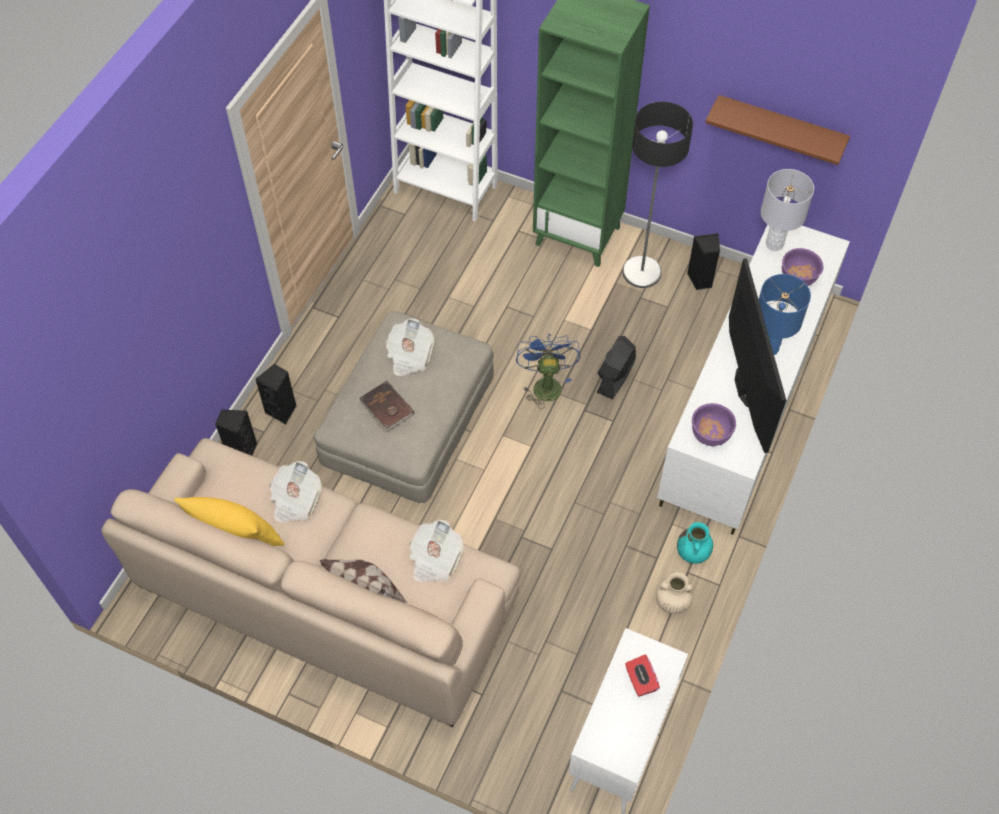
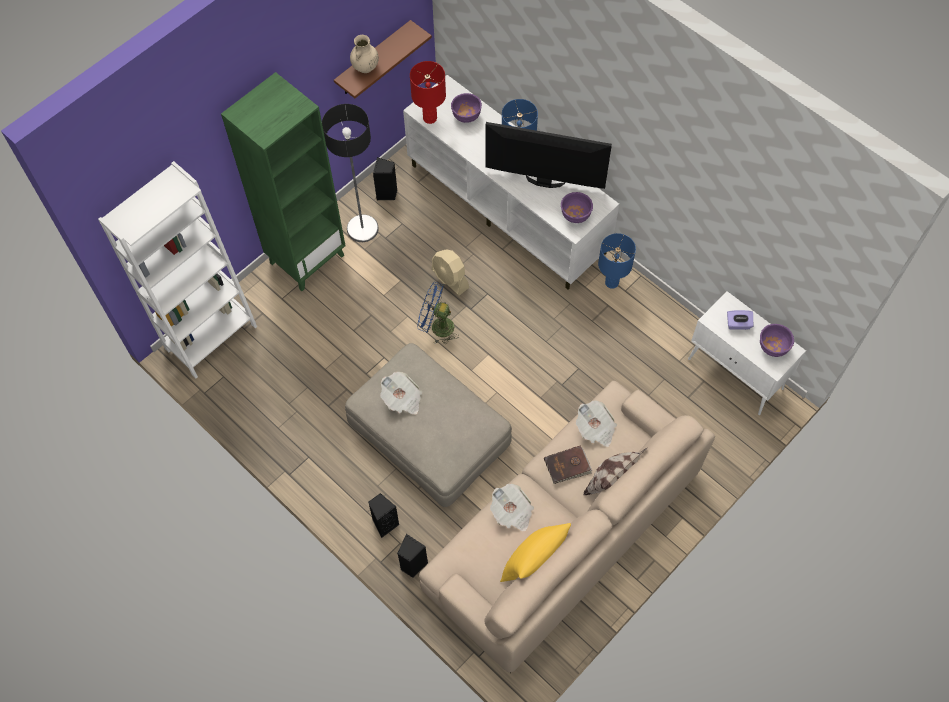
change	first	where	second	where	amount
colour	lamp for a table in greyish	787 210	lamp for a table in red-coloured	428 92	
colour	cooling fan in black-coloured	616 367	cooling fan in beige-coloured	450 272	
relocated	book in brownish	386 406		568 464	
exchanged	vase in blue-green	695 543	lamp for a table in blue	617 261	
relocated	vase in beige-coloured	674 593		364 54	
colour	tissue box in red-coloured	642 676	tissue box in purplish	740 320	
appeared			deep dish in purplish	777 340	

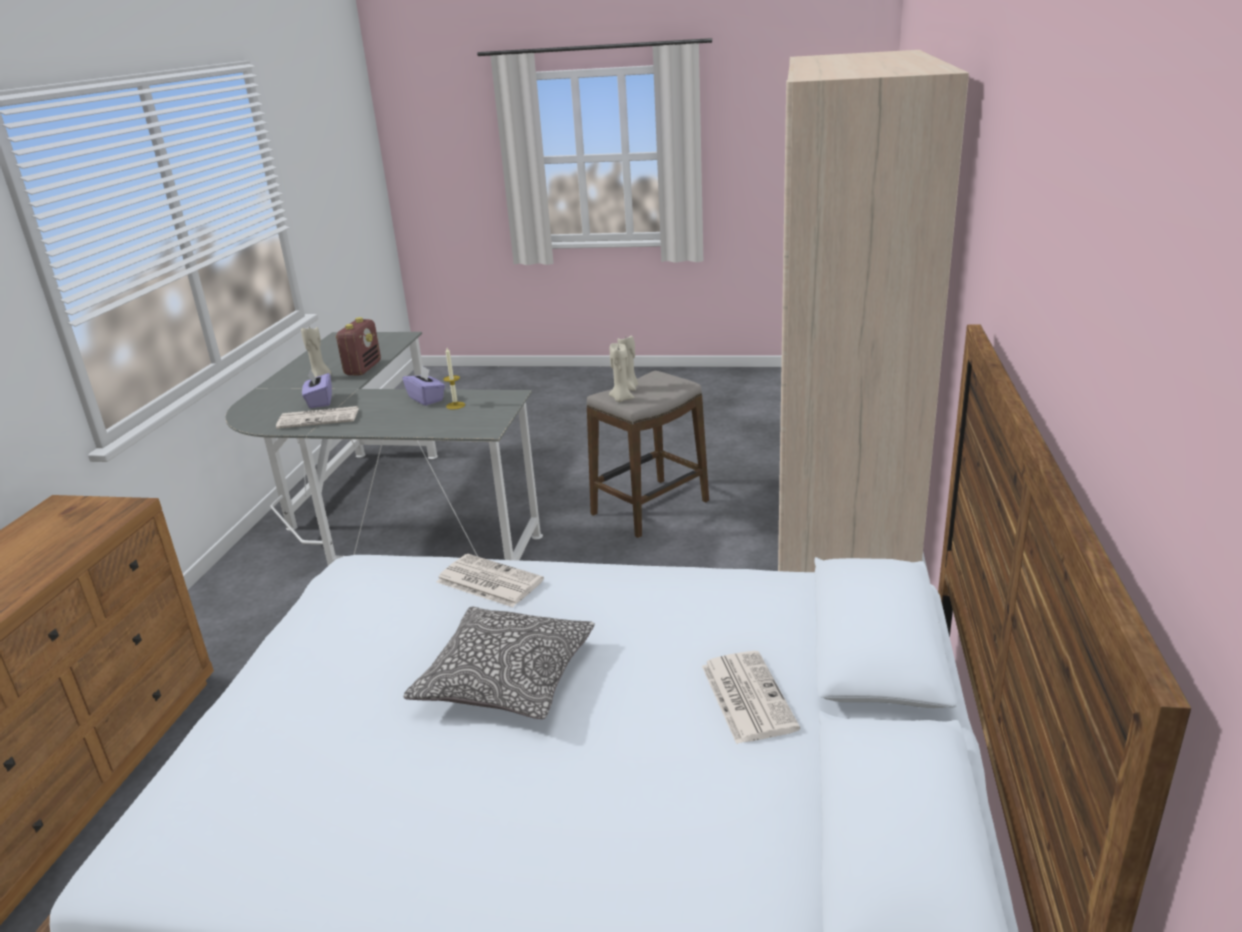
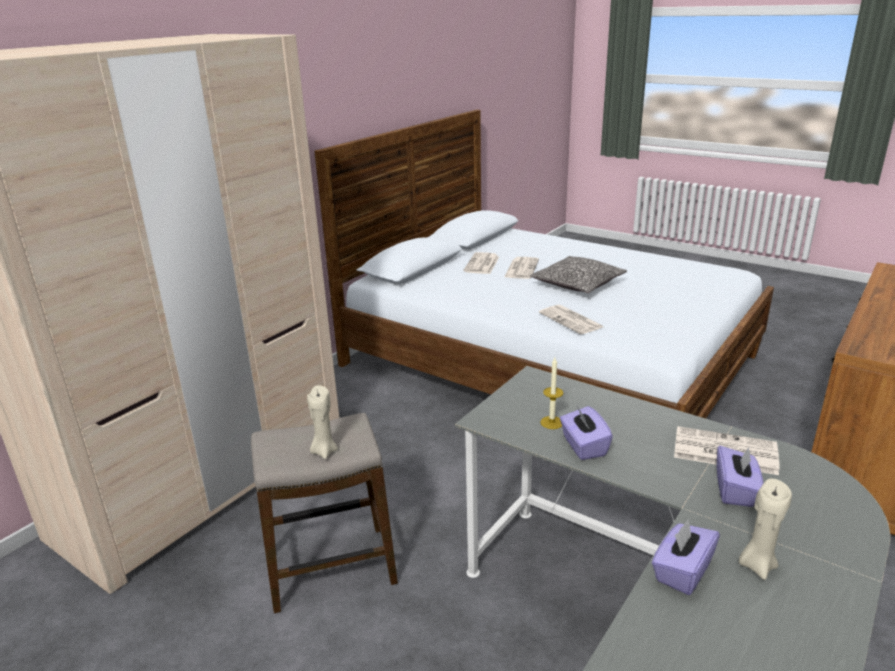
change	first	where	second	where	amount
exchanged	radio receiver	358 346	tissue box in purplish	686 557	
missing	candle in beige-coloured	622 372			
appeared			daily paper	521 268	

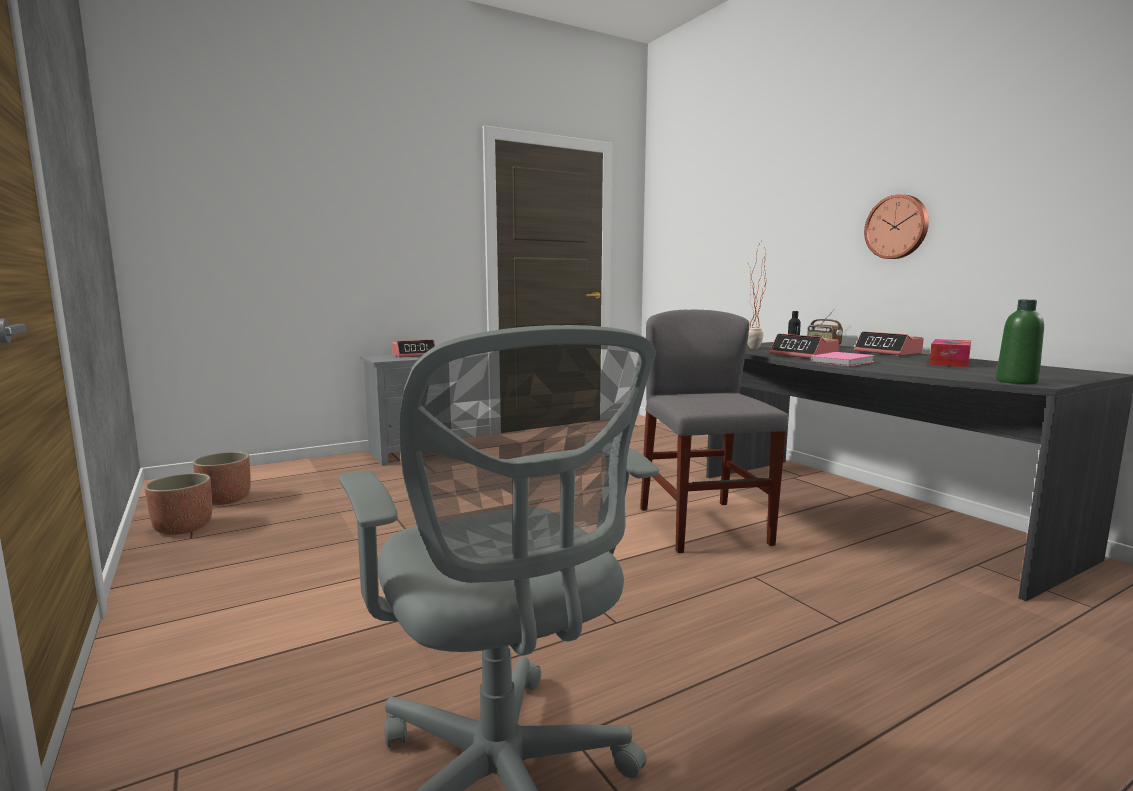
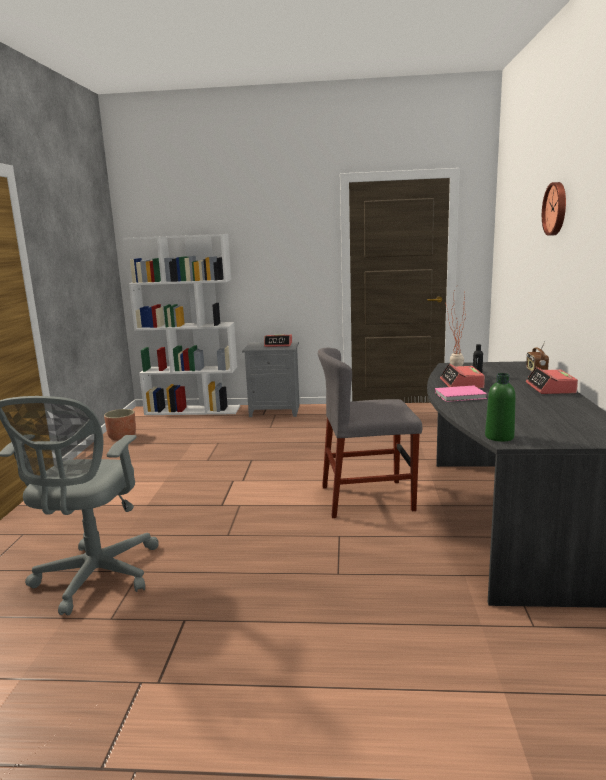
change	first	where	second	where	amount
relocated	wall clock	896 226		554 209	
spun	plain chair in greyish	714 431		370 433	120 degrees counterclockwise
missing	tissue box	950 353			
missing	plant pot	222 478			
appeared			shelving unit in white-coloured	182 324	

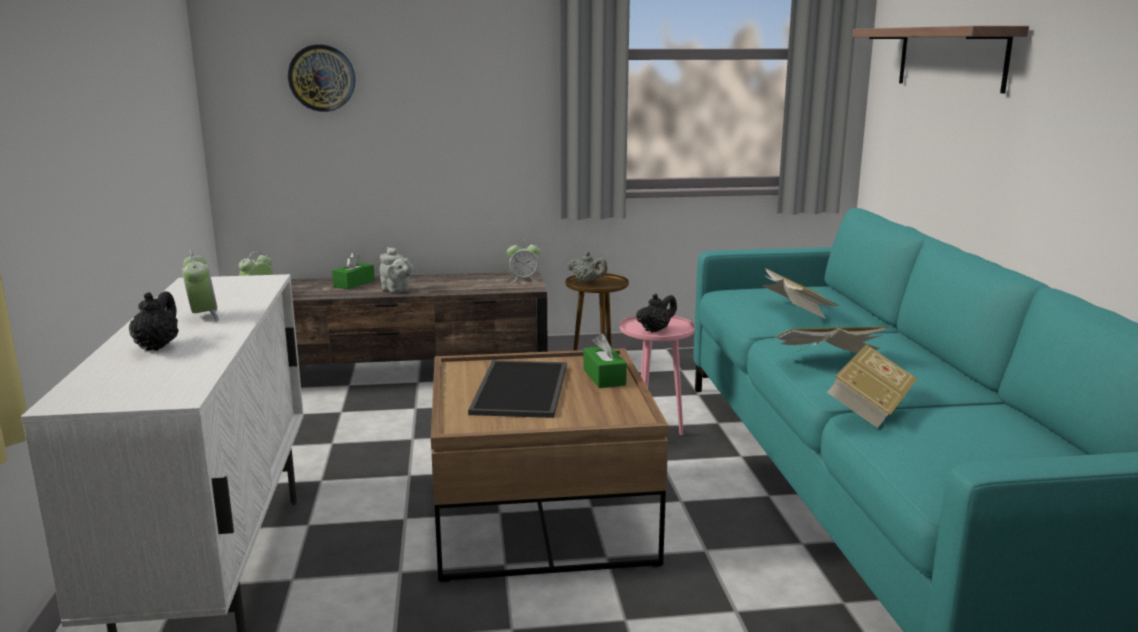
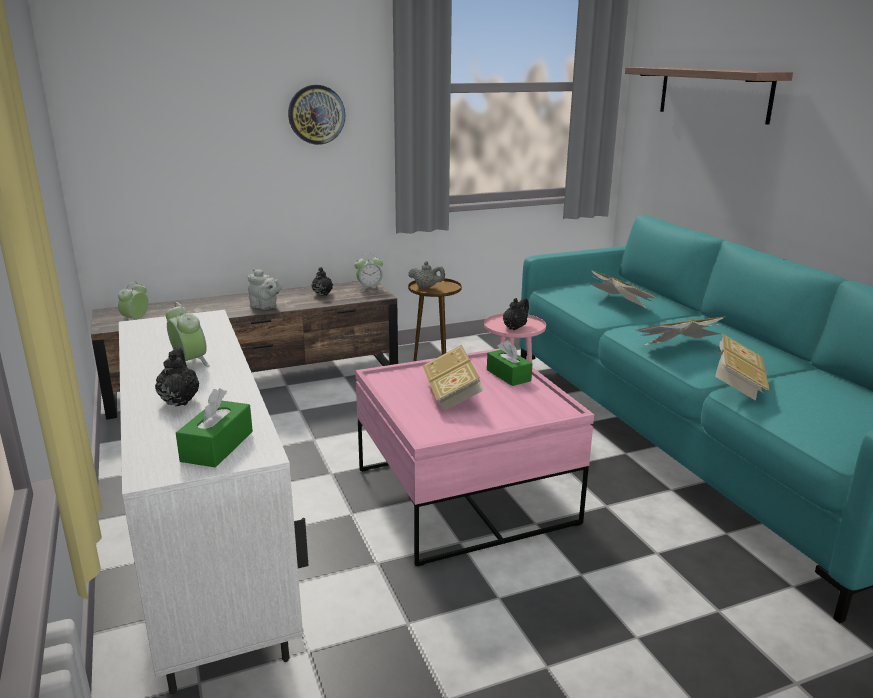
change	first	where	second	where	amount
relocated	wall clock	321 78		316 115	
relocated	tissue box in green	353 270		214 428	
colour	lounge table in brownish	550 465	lounge table in pink	474 458	
exchanged	tray	517 389	book	454 378	
appeared			teapot in black-coloured	322 281	

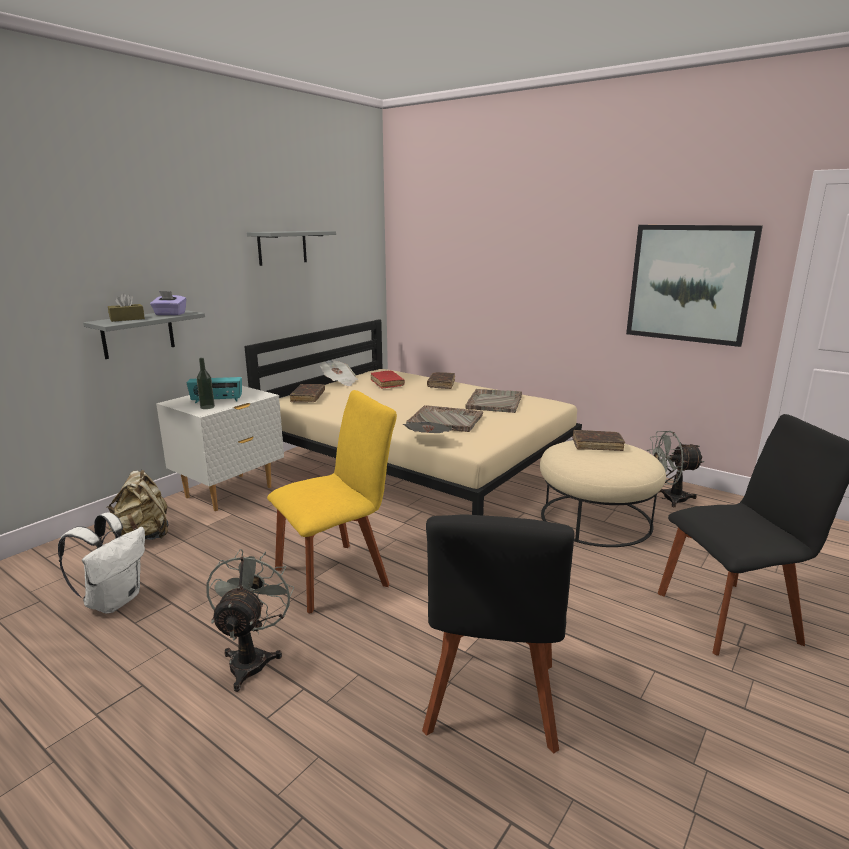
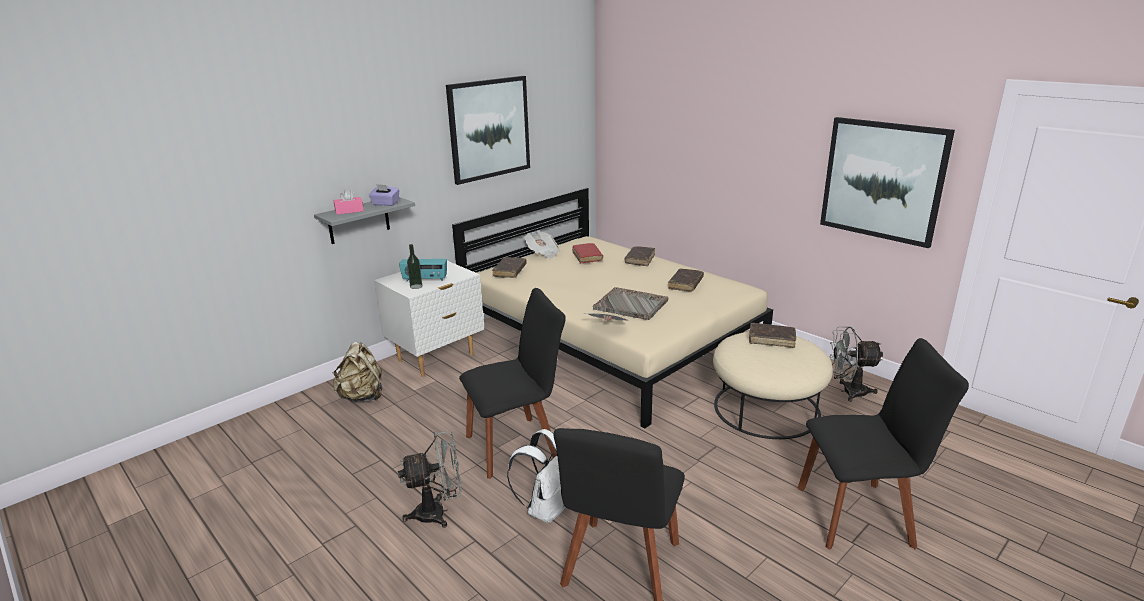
change	first	where	second	where	amount
exchanged	shelf in greyish	291 248	wall art	488 130	
colour	tissue box in brownish	126 307	tissue box in pink	349 202	
exchanged	tray in greyish	493 401	book in brownish	686 280	
colour	plain chair in yellow-coloured	332 501	plain chair in black-coloured	512 383	
relocated	knapsack in white-coloured	101 563		536 476	
spun	cooling fan in greyish	250 620		430 479	60 degrees clockwise

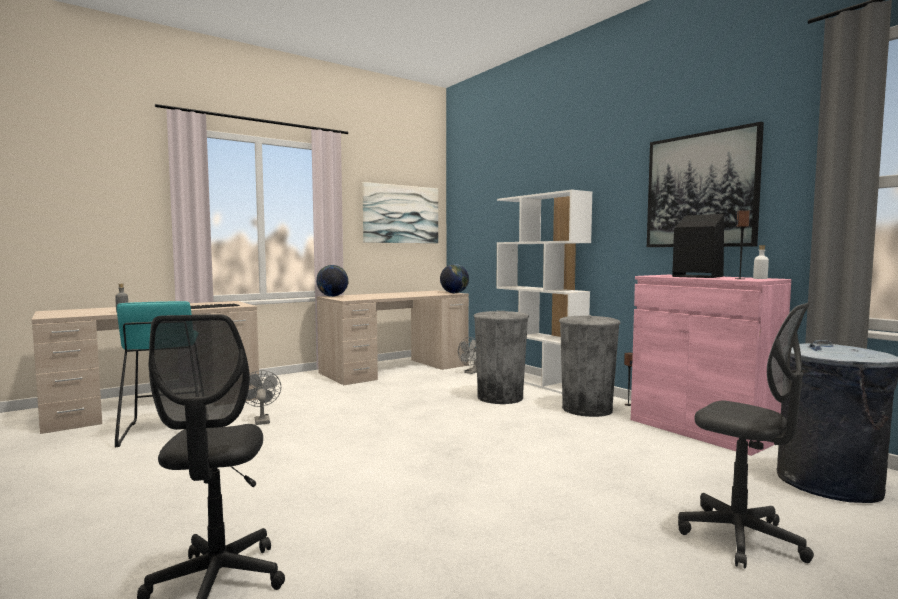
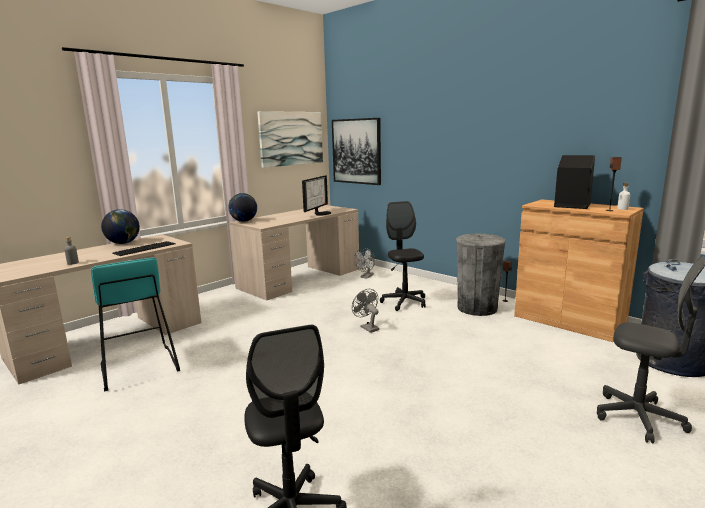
change	first	where	second	where	amount
relocated	wall art	705 184		356 151	
missing	shelving unit in white-coloured	544 292			
relocated	globe	454 278		120 226	
colour	storage cabinet in pink	711 365	storage cabinet in brownish	579 270	
exchanged	waste bin in greyish	501 357	computer chair in black-coloured	403 256	
relocated	cooling fan in greyish	263 397		365 311	
appeared			computer screen	316 195	

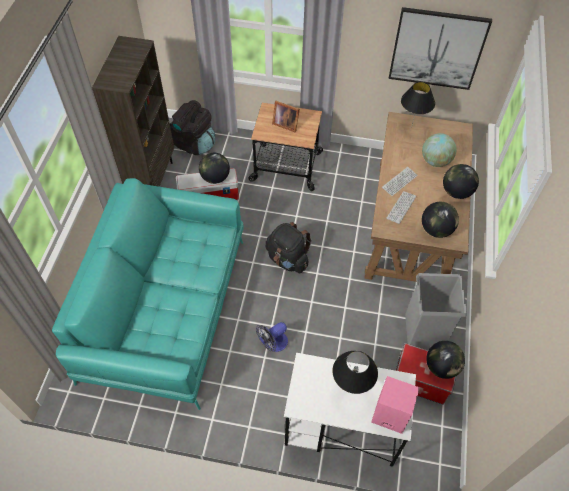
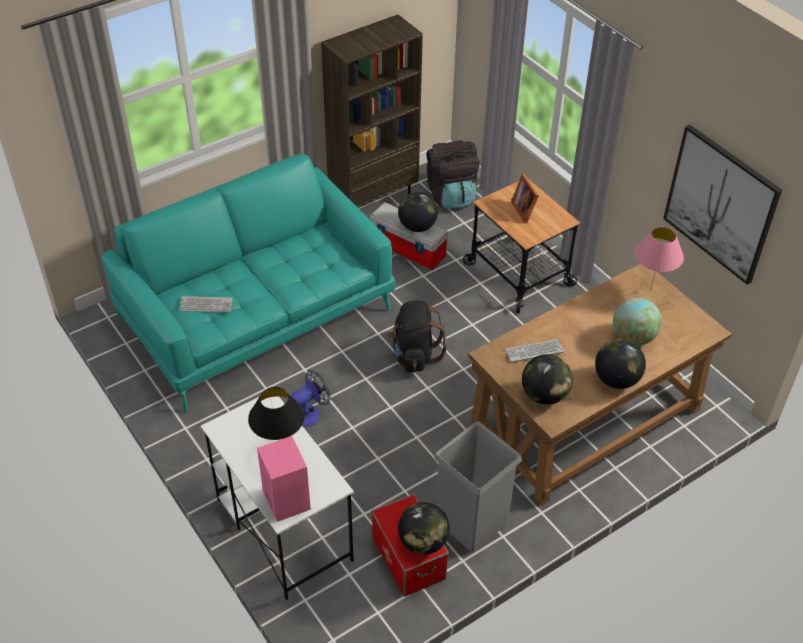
change	first	where	second	where	amount
colour	lamp for a table in black-coloured	418 105	lamp for a table in pink	659 259	
relocated	computer keyboard	400 181		206 304	
spun	cooling fan	272 337		311 398	135 degrees clockwise

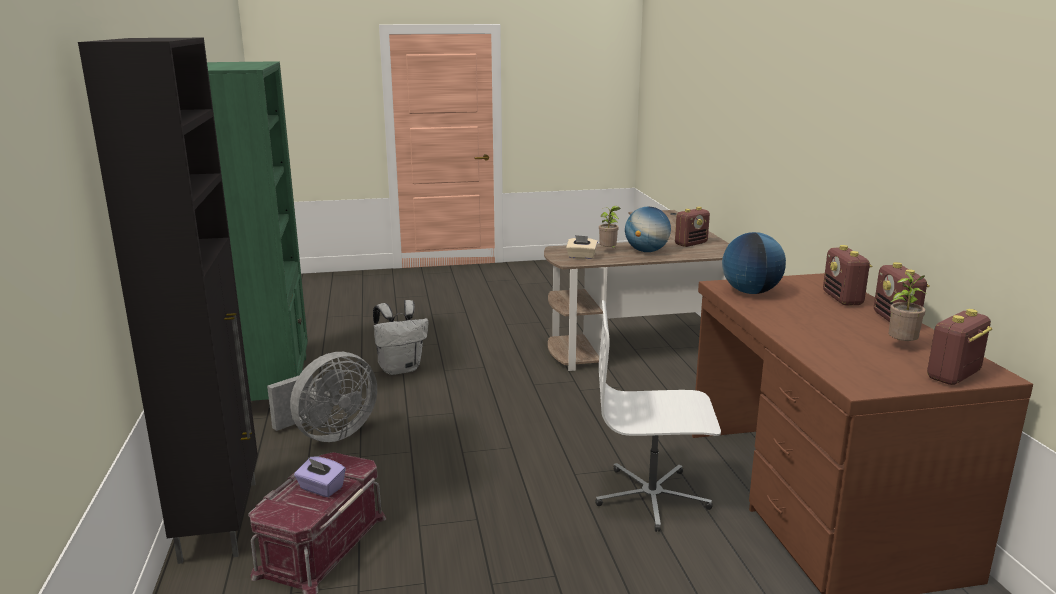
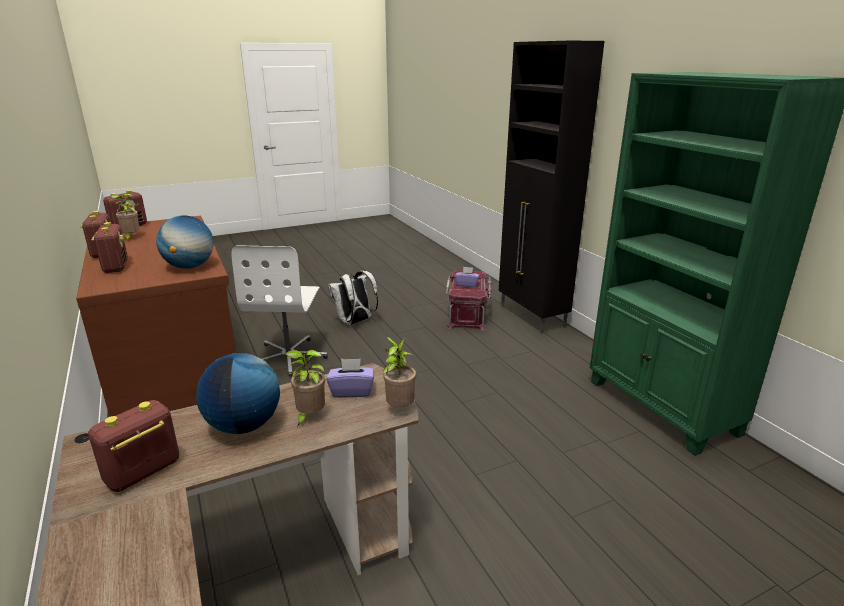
change	first	where	second	where	amount
colour	tissue box in beige-coloured	582 247	tissue box in purplish	350 378	
relocated	knapsack in white-coloured	400 337		353 298	
spun	computer chair in white-coloured	658 416		279 311	105 degrees clockwise
missing	cooling fan in greyish	322 397			
appeared			houseplant	399 372	

